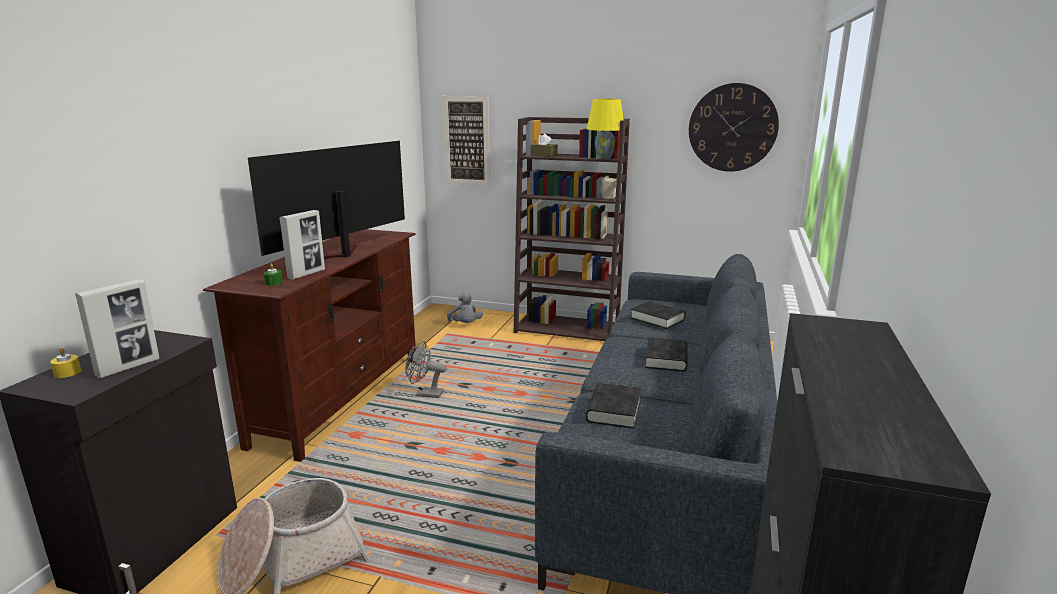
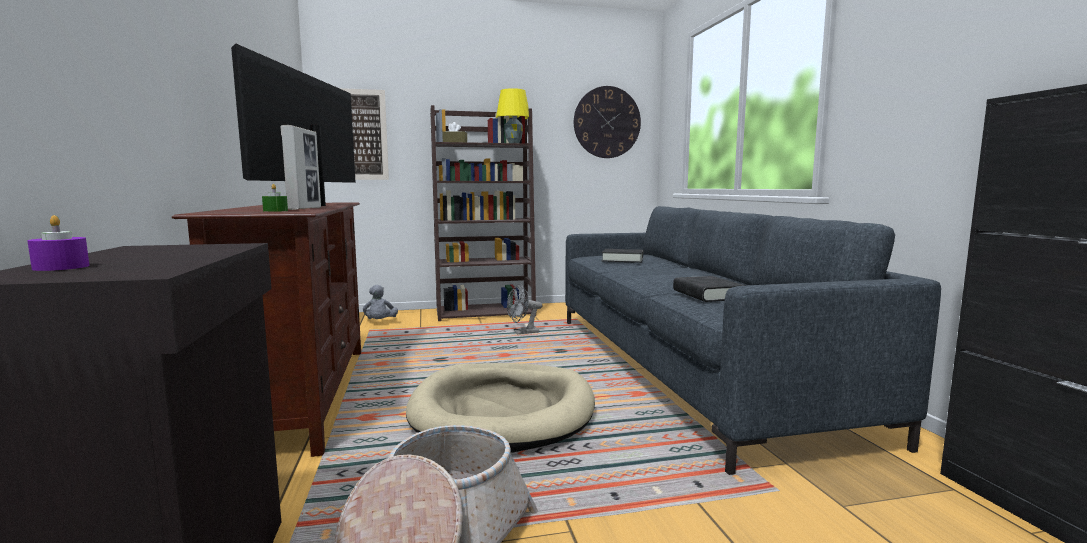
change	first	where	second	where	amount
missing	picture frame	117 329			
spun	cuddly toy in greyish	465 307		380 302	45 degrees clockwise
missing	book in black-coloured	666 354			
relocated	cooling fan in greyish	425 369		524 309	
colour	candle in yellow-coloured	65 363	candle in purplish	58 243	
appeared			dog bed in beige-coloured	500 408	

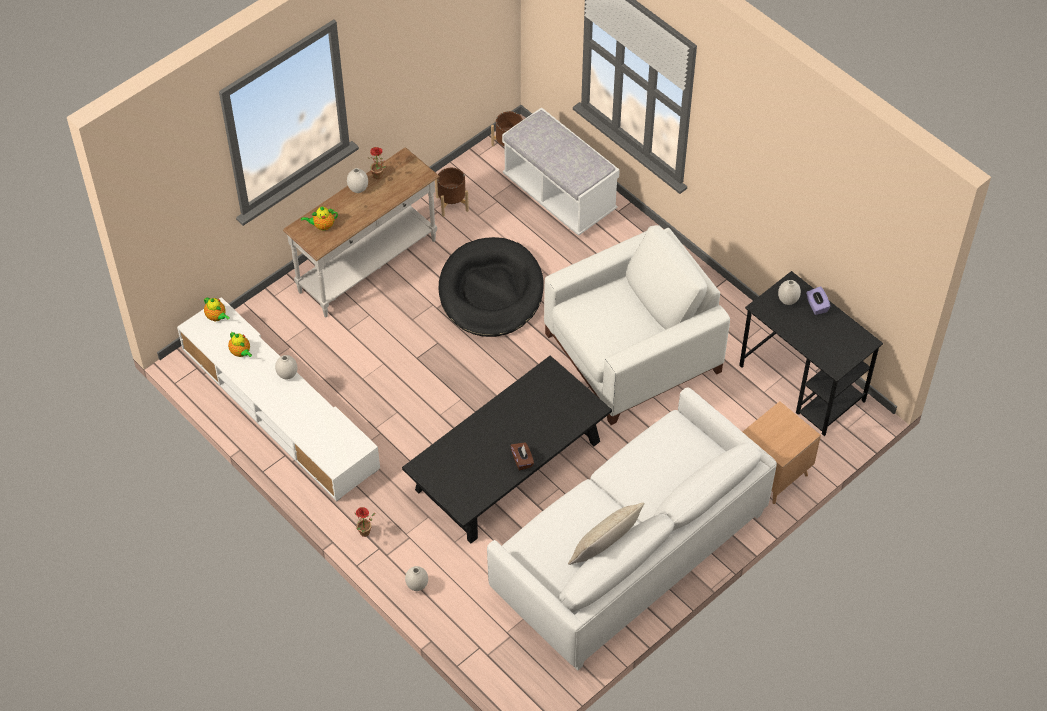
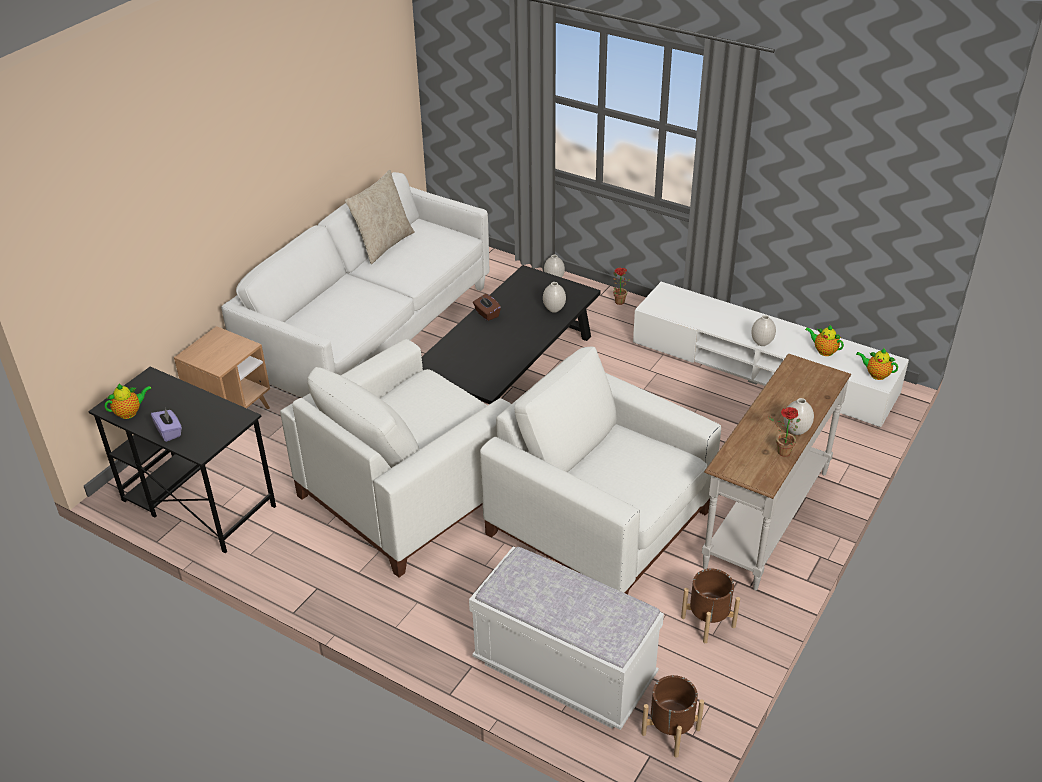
change	first	where	second	where	amount
relocated	teapot	319 218		127 401	
exchanged	dog bed in black-coloured	491 287	armchair in white-coloured	600 470	
relocated	vase in white-coloured	789 292		554 297	

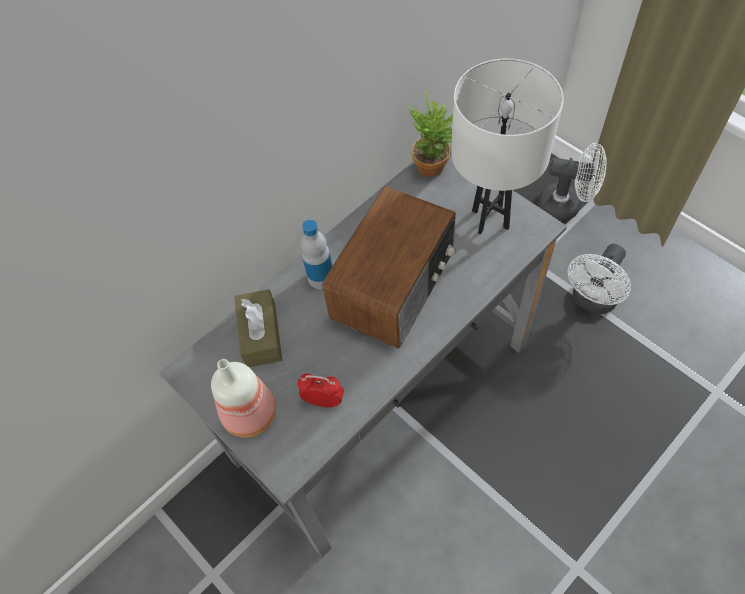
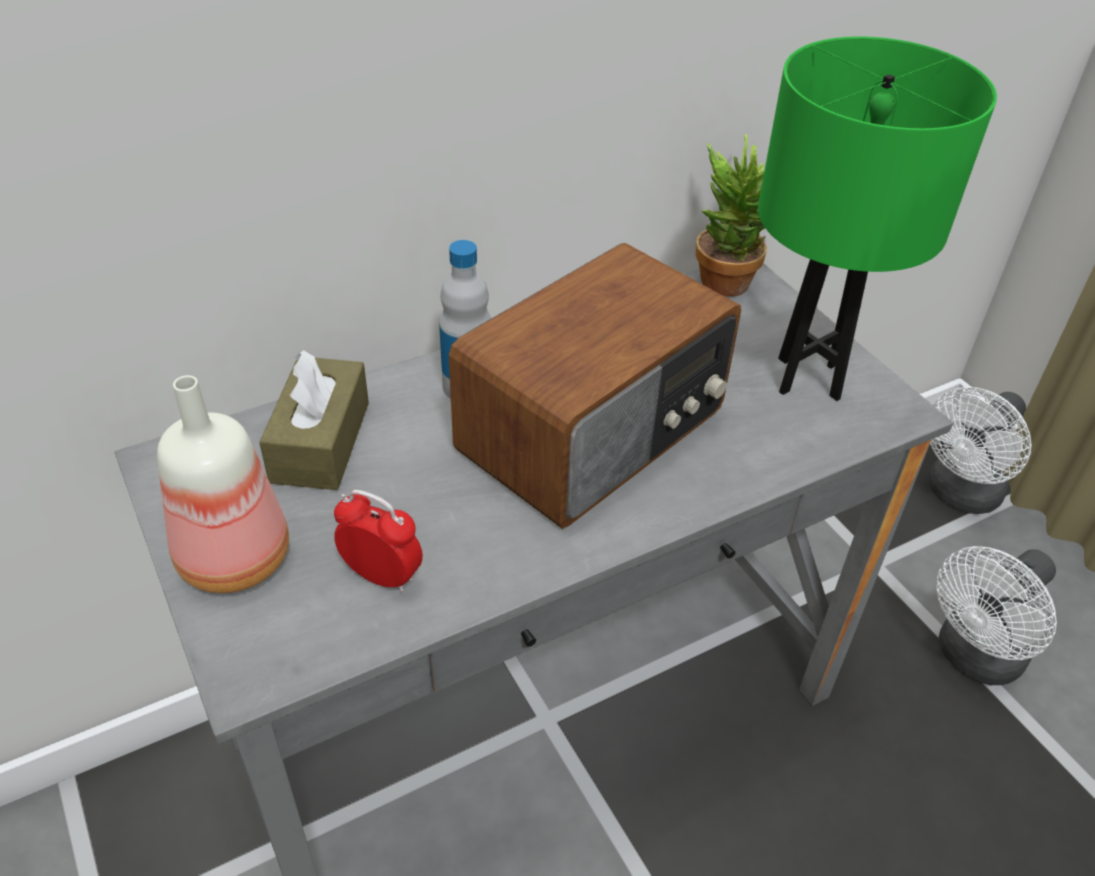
change	first	where	second	where	amount
colour	lamp for a table in white-coloured	507 146	lamp for a table in green	877 218	
spun	cooling fan in white-coloured	572 182		980 450	105 degrees clockwise

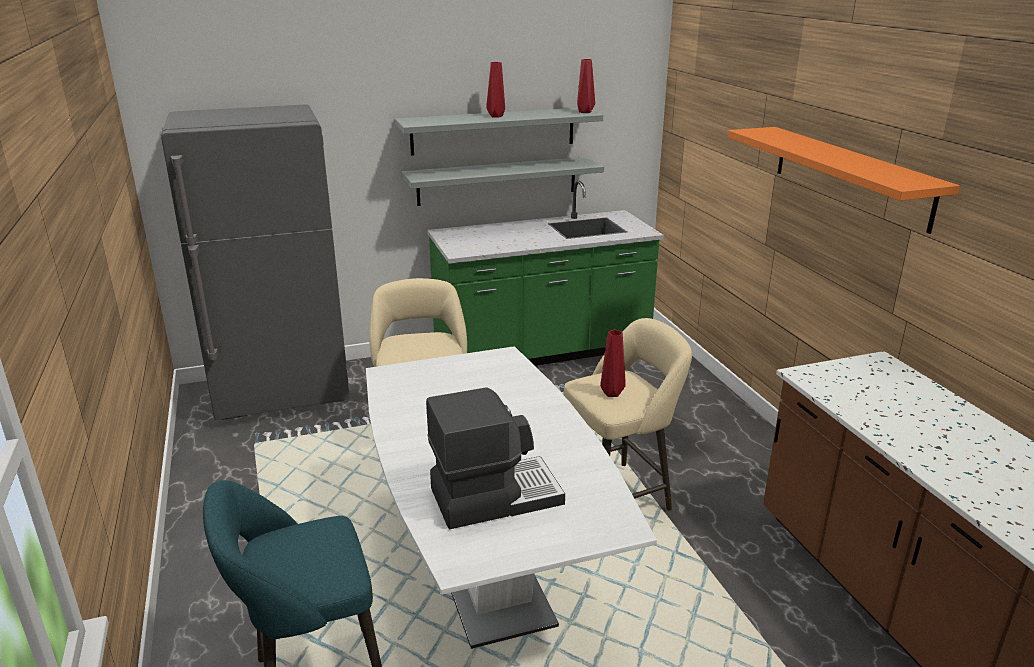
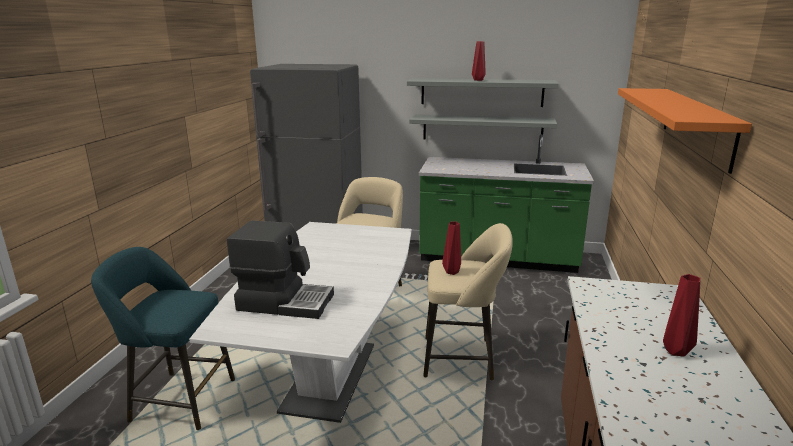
change	first	where	second	where	amount
relocated	vase in red-coloured	586 86		682 315	

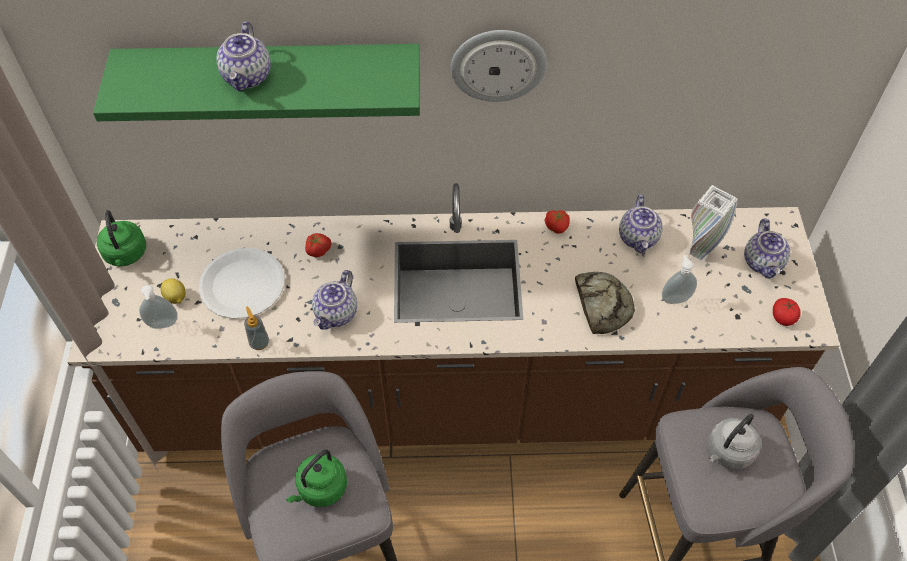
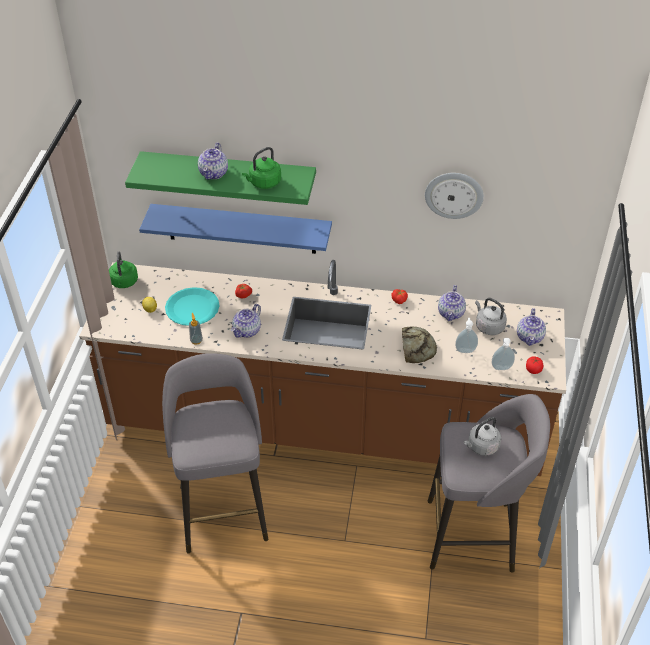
change	first	where	second	where	amount
relocated	wall clock	499 66		454 196	
exchanged	vase in white-coloured	714 223	kettle in greyish	491 316	
colour	plate in white-coloured	242 283	plate in blue-green	192 306	
relocated	soap bottle	158 307		503 354	
relocated	kettle in green	316 478		261 168	
appeared			shelf in blue	235 229	

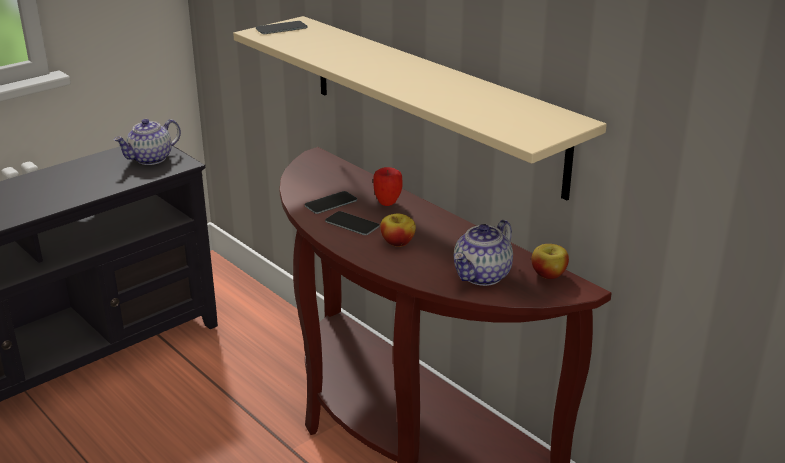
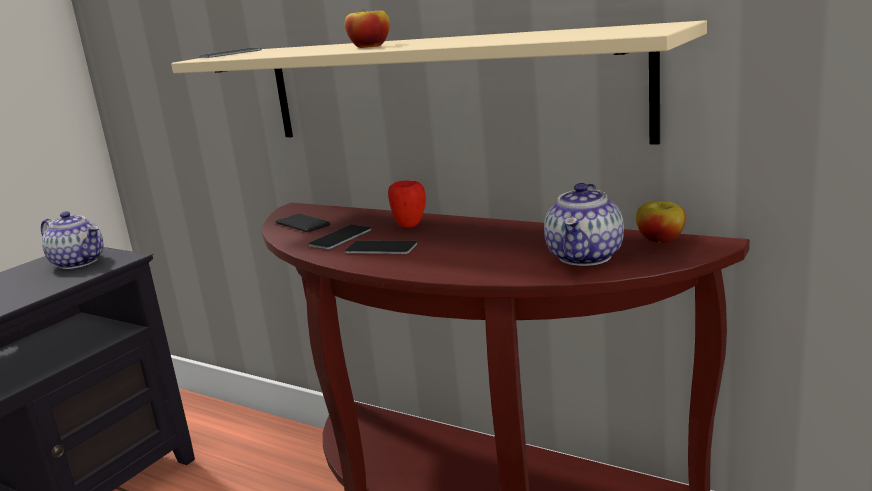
change	first	where	second	where	amount
spun	teapot	147 142		72 240	90 degrees counterclockwise
relocated	apple fruit	398 230		367 28	
appeared			handset	303 223	

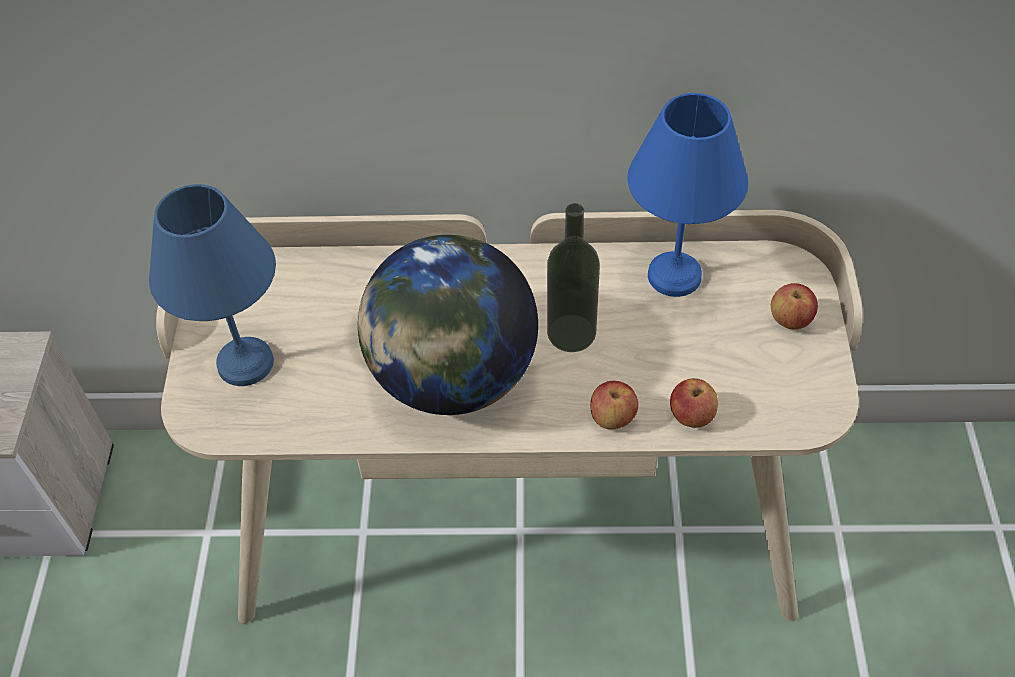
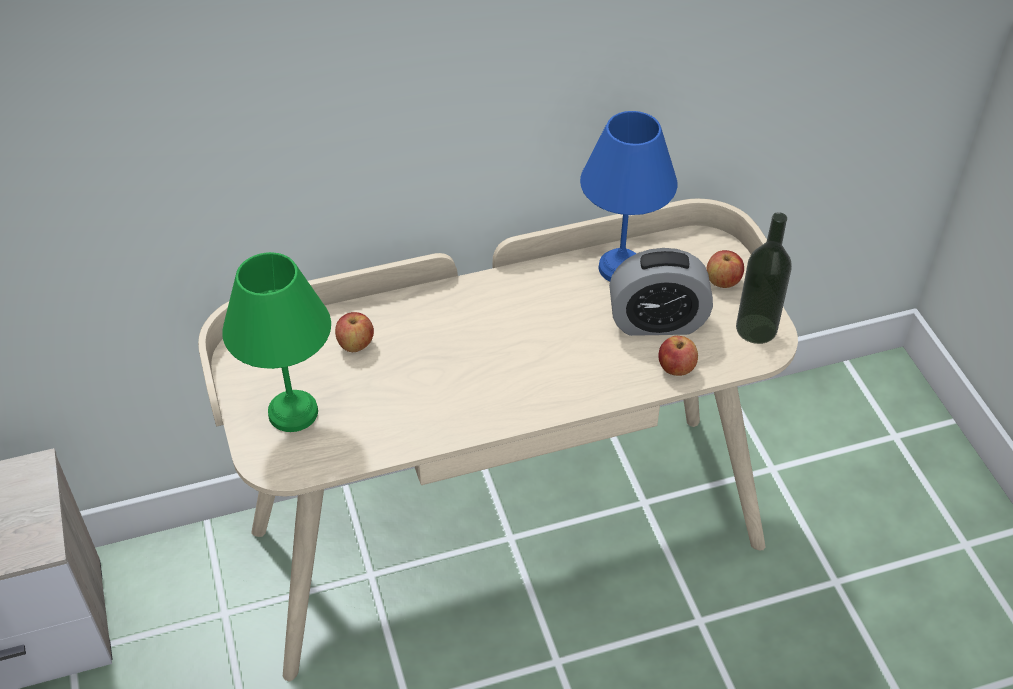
change	first	where	second	where	amount
colour	lamp for a table in blue	212 285	lamp for a table in green	276 342	
relocated	bottle	573 277		764 278	
missing	globe	448 325			
relocated	apple fruit	614 405		354 332	
appeared			table clock	661 292	

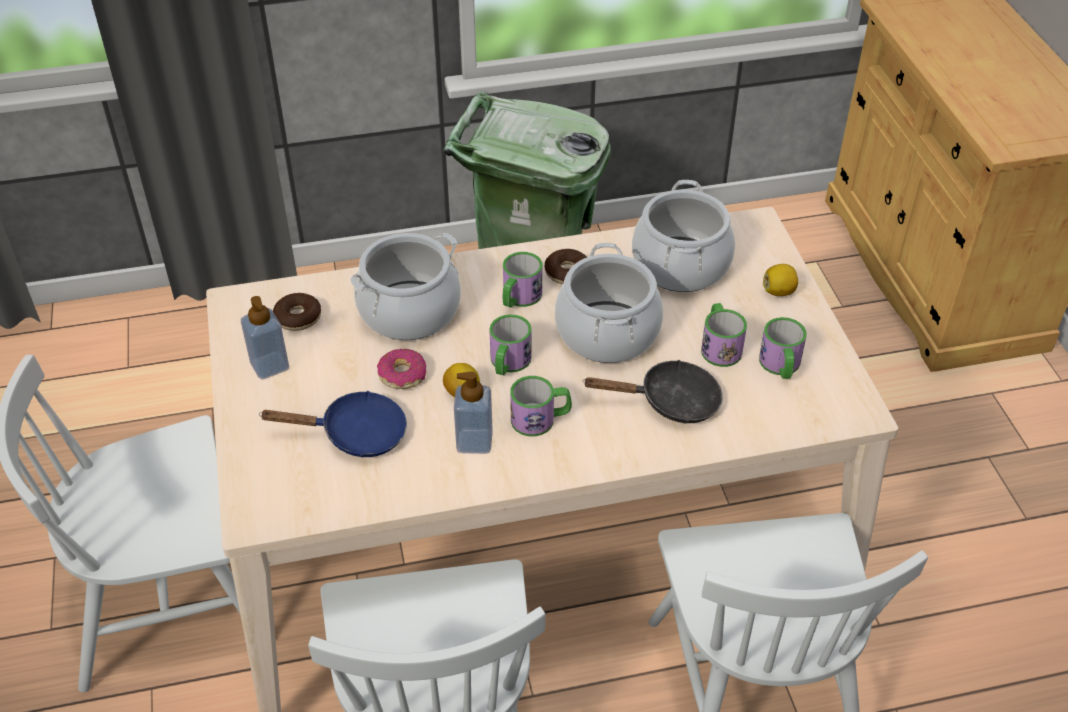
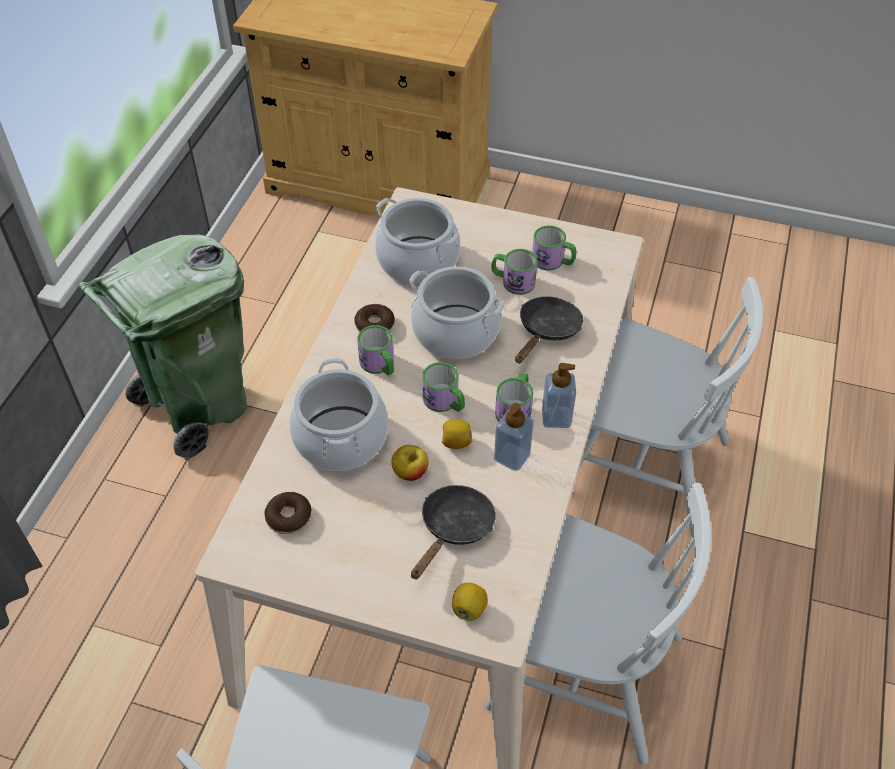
change	first	where	second	where	amount
relocated	lemon	780 280		470 602	
relocated	soap bottle	265 337		559 395	
exchanged	donut	401 369	apple fruit	410 463	
colour	skillet in blue	333 424	skillet in black-coloured	453 532	

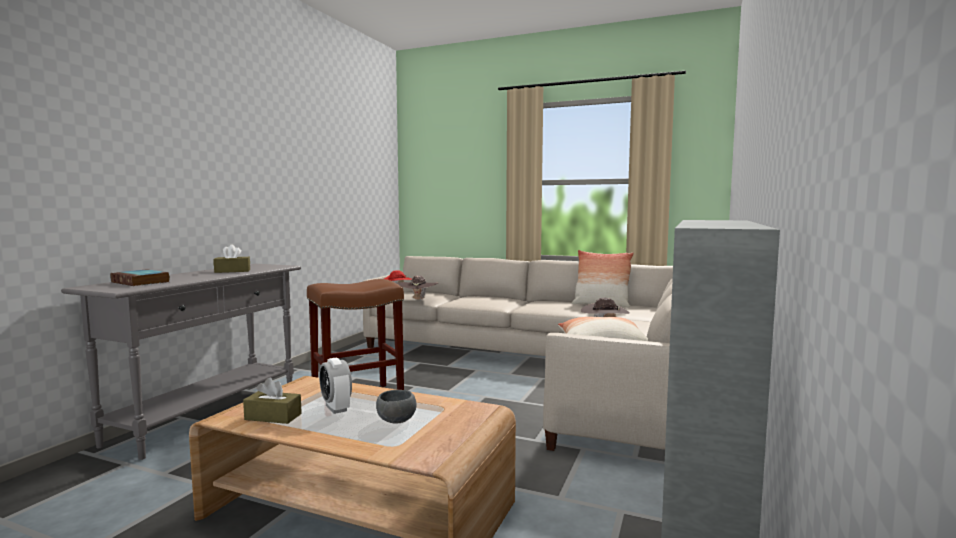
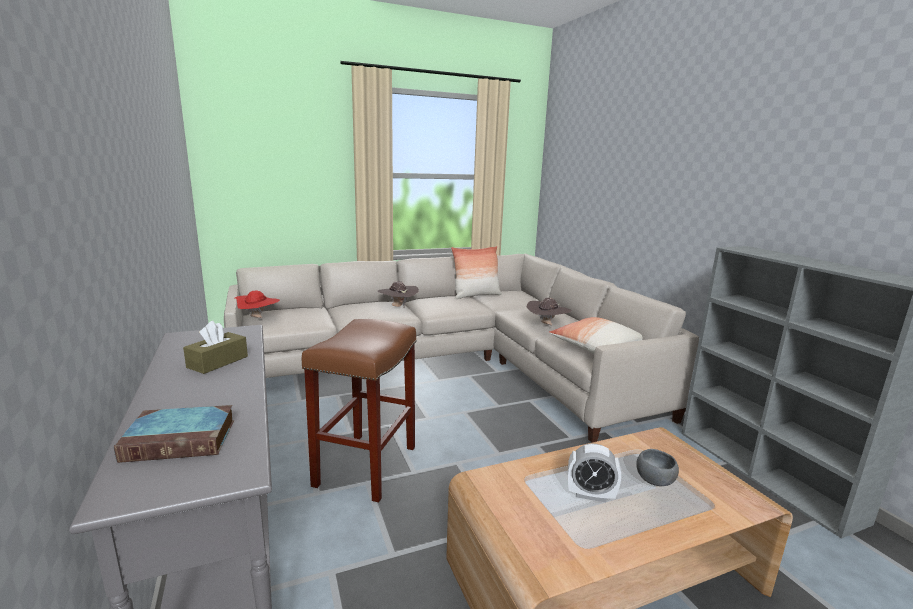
change	first	where	second	where	amount
relocated	hat in brownish	418 288		398 294	
missing	tissue box in brownish	272 401			

